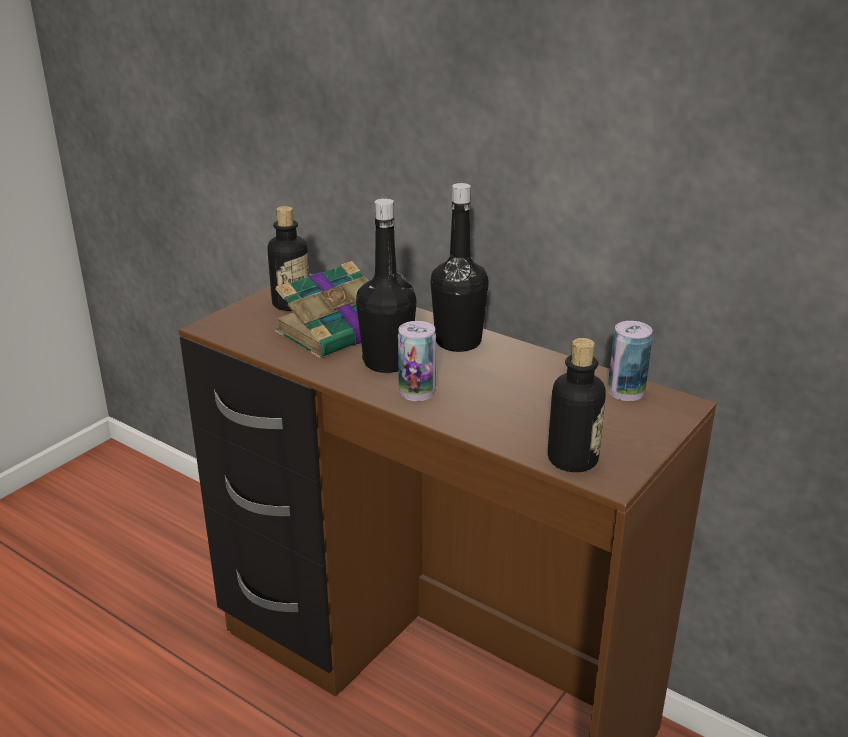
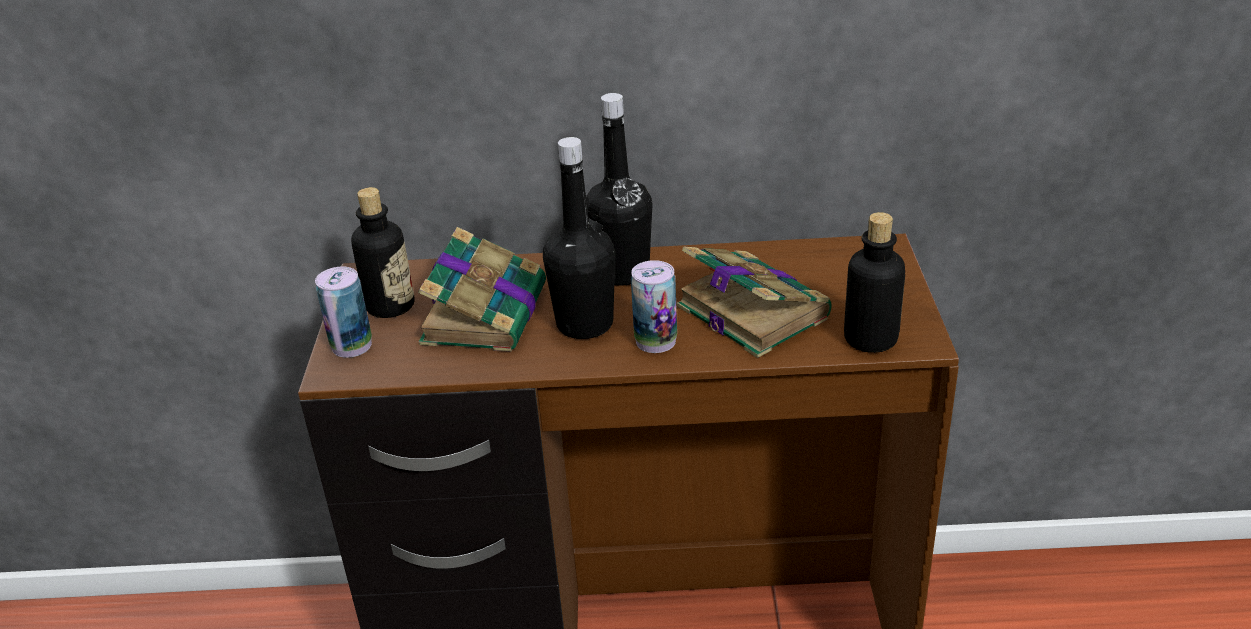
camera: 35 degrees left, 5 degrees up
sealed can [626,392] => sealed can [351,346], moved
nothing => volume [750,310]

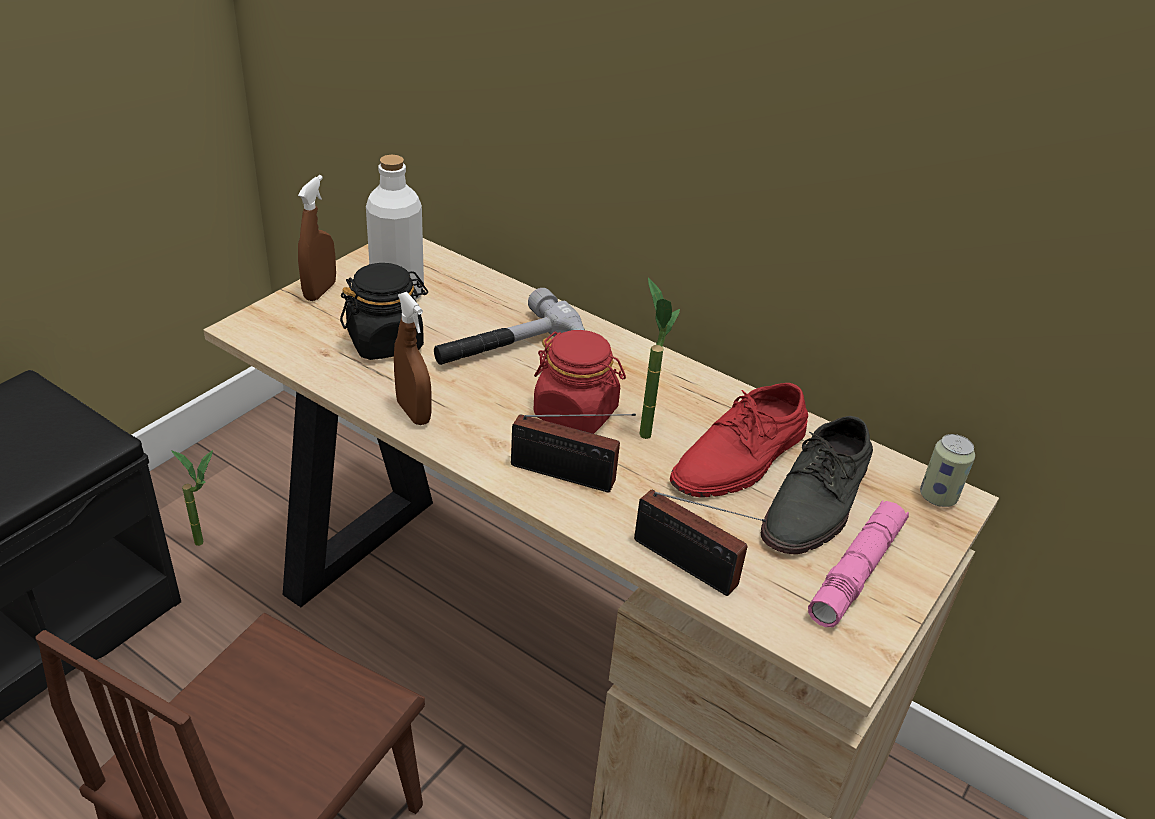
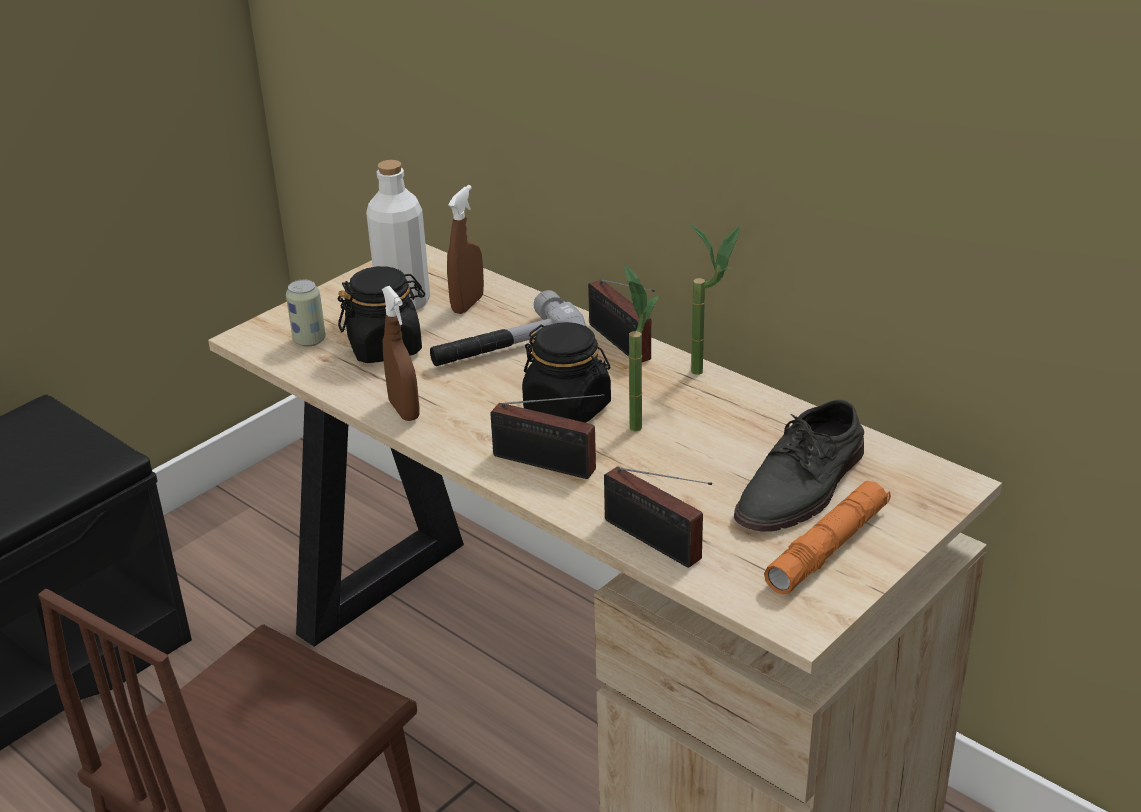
camera: 10 degrees right, 5 degrees down
houseplant [208,542] => houseplant [709,371], moved
brownish hand sprayer [320,291] => brownish hand sprayer [467,304], moved
red-coloured storage jar [576,413] => blackish storage jar [568,409]
red-coloured shoe [741,458] => nothing
pinkish flashlight [856,571] => orangey flashlight [828,547]
sealed can [937,497] => sealed can [309,340], moved
nothing => radio set [621,344]

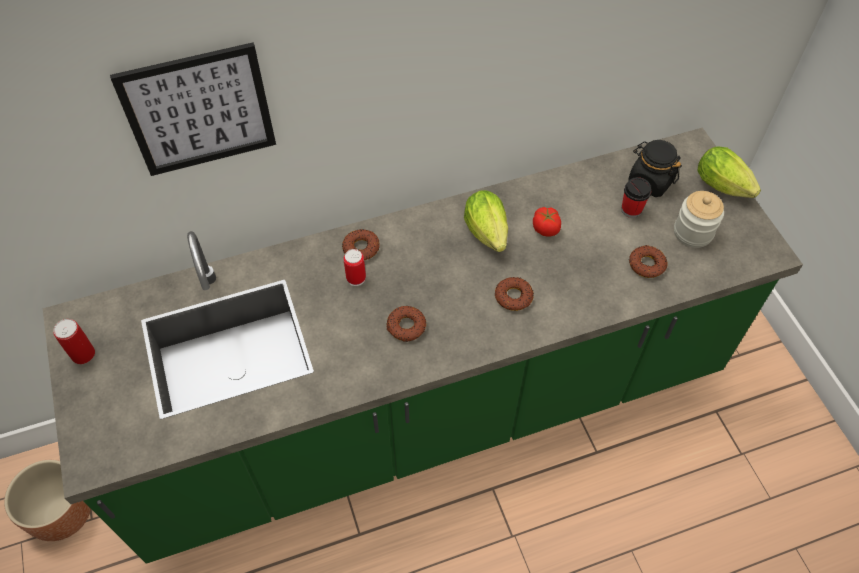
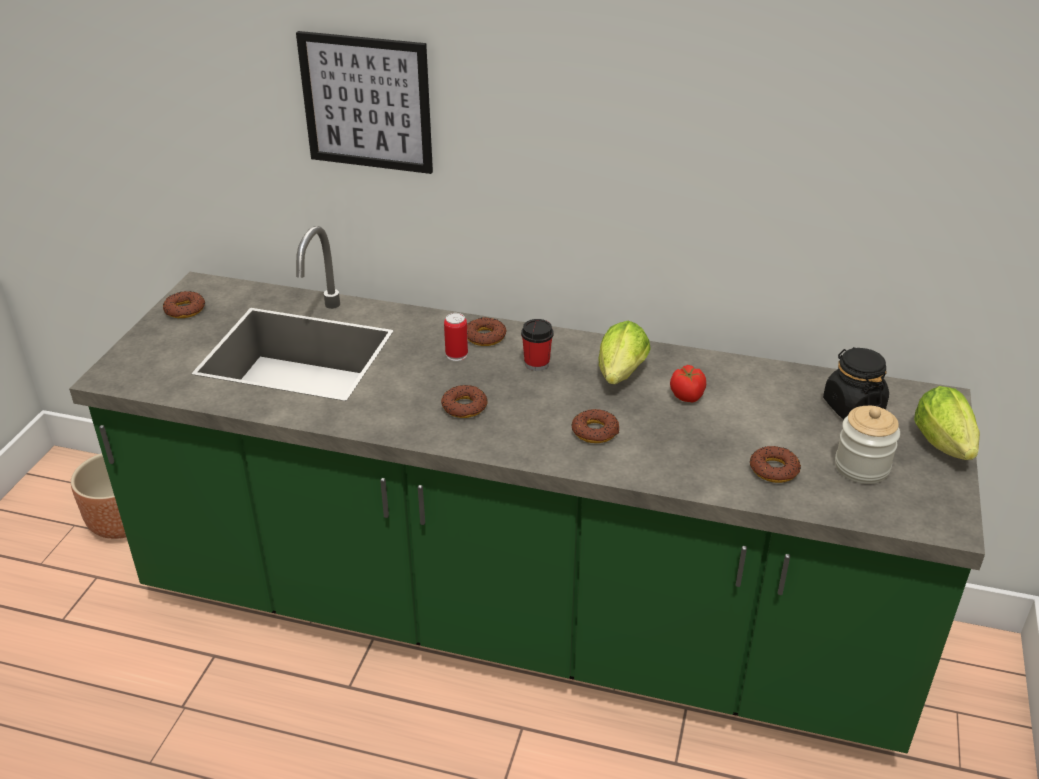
camera: 35 degrees right, 20 degrees down
sealed can [83,354] => doughnut [184,310]
drinking cup [631,210] => drinking cup [537,364], moved

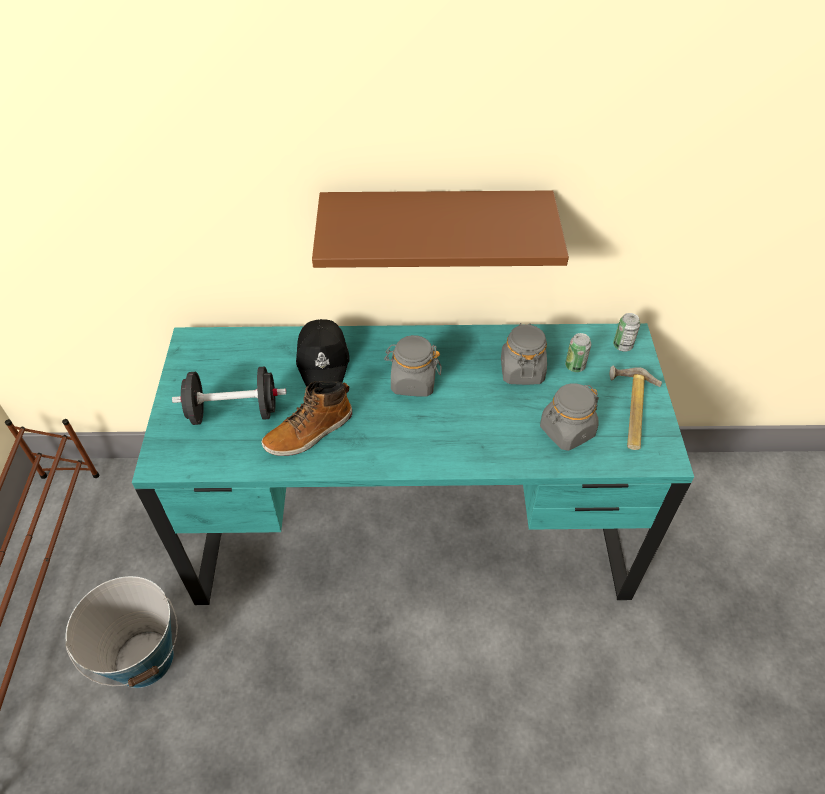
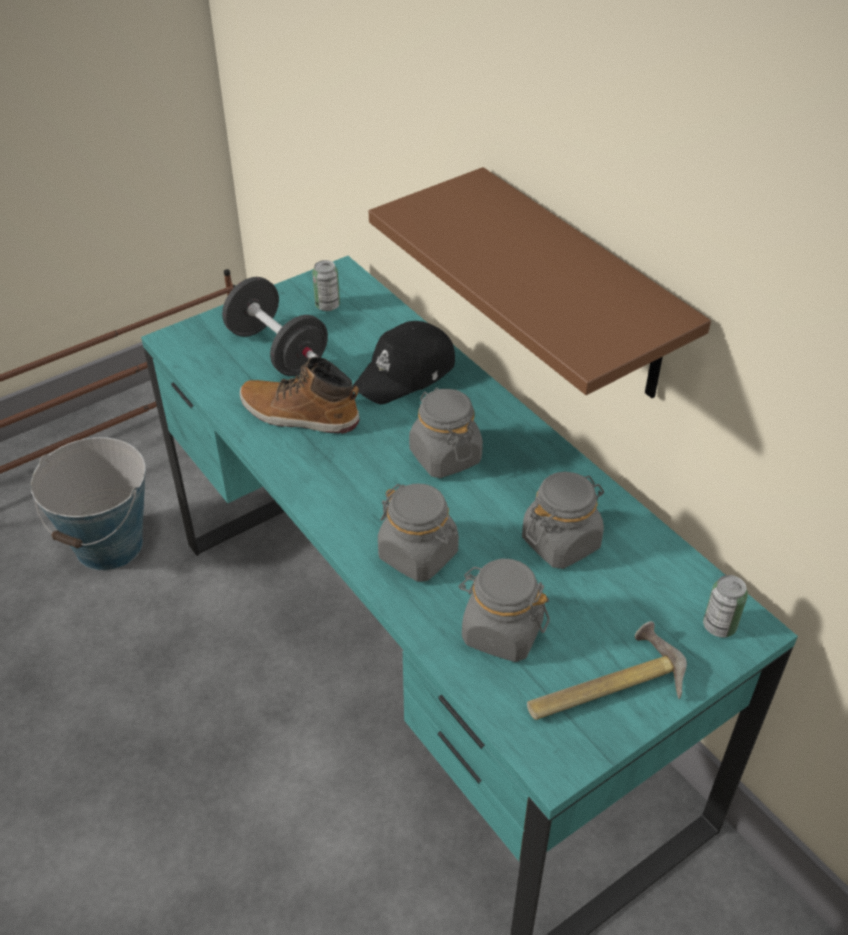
camera: 55 degrees right, 5 degrees down
sealed can [575,366] => sealed can [327,305], moved
nothing => grey storage jar [418,555]

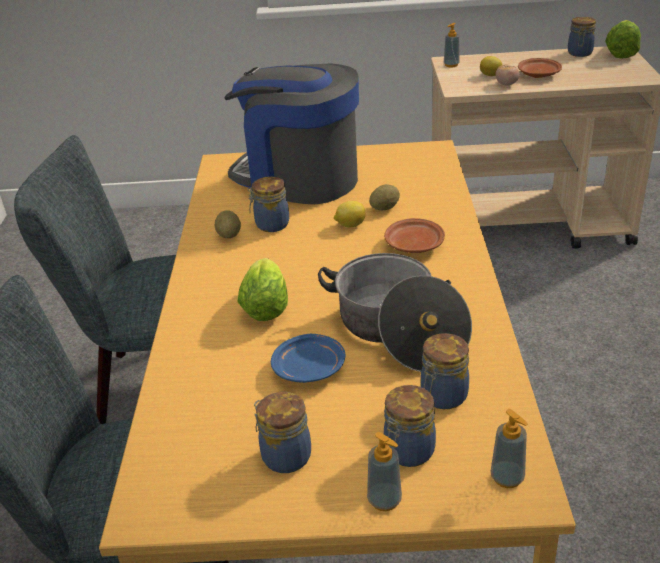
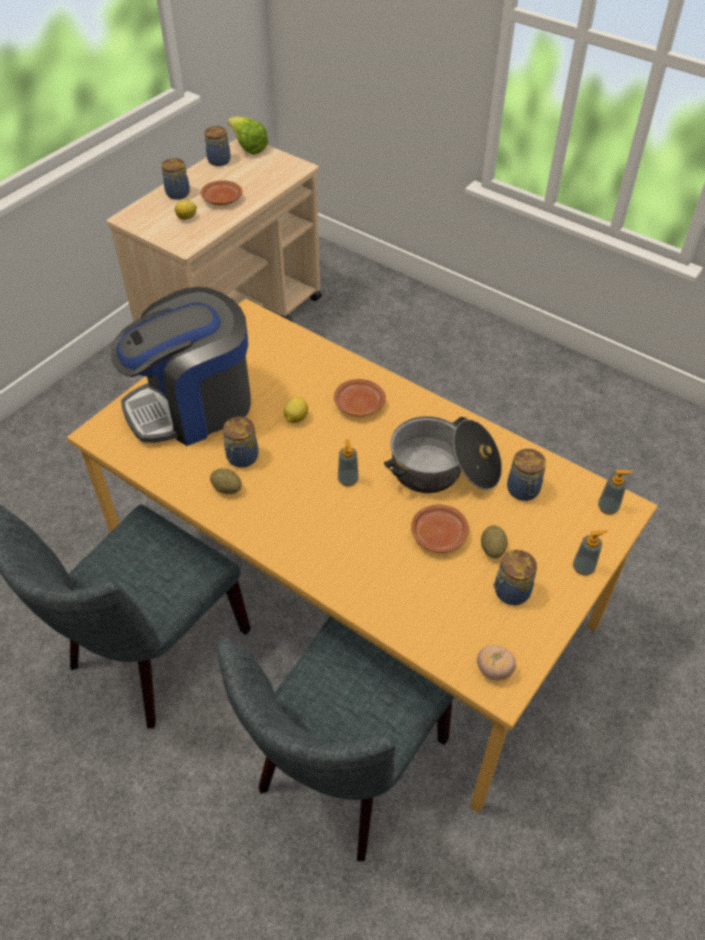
camera: 55 degrees left, 15 degrees up
lettuce [266,305] => nothing
blue dinner plate [310,368] => brownish dinner plate [439,534]
potato [384,208] => potato [492,549], moved
storage jar [408,452] => storage jar [178,194], moved
soap bottle [451,65] => soap bottle [348,480], moved
tomato [506,84] => tomato [494,670], moved

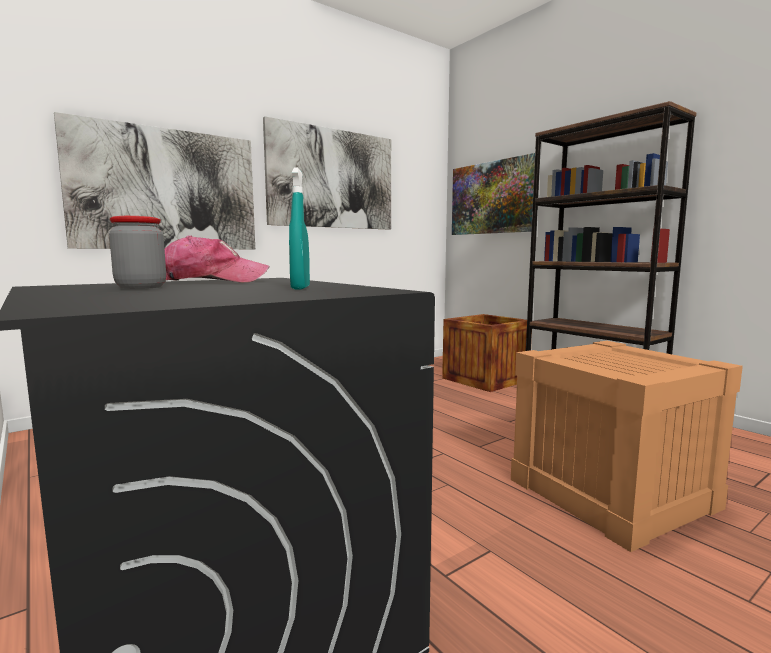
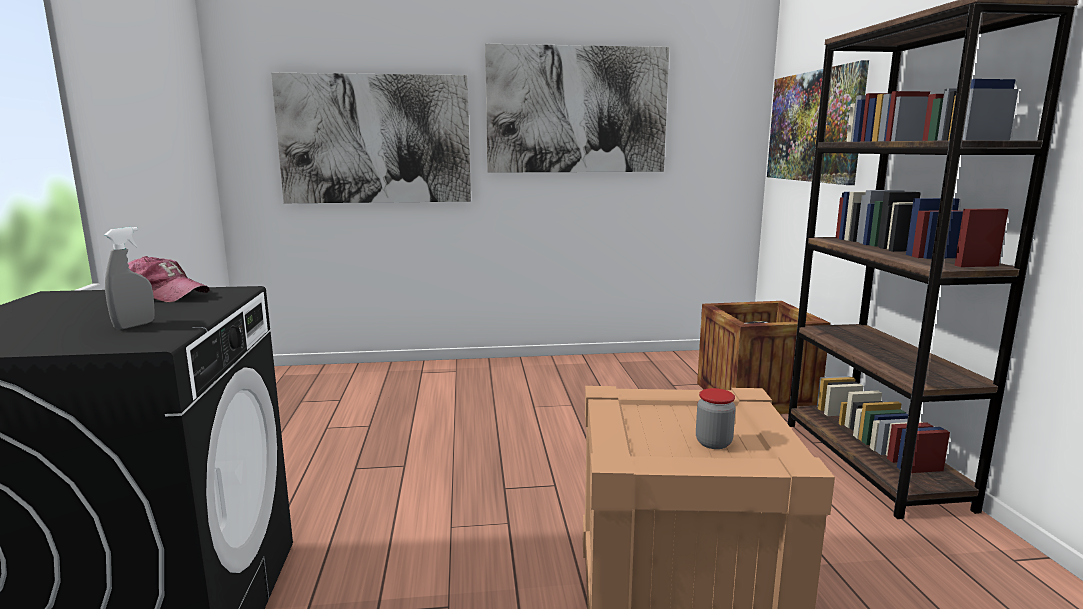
camera: 30 degrees right, 5 degrees up
storage jar [141,287] => storage jar [713,443], moved
turquoise-coloured hand sprayer [300,288] => grey hand sprayer [135,325]

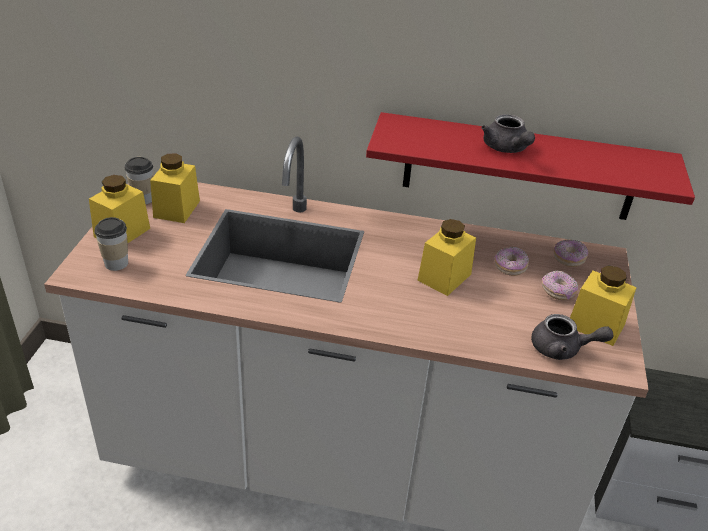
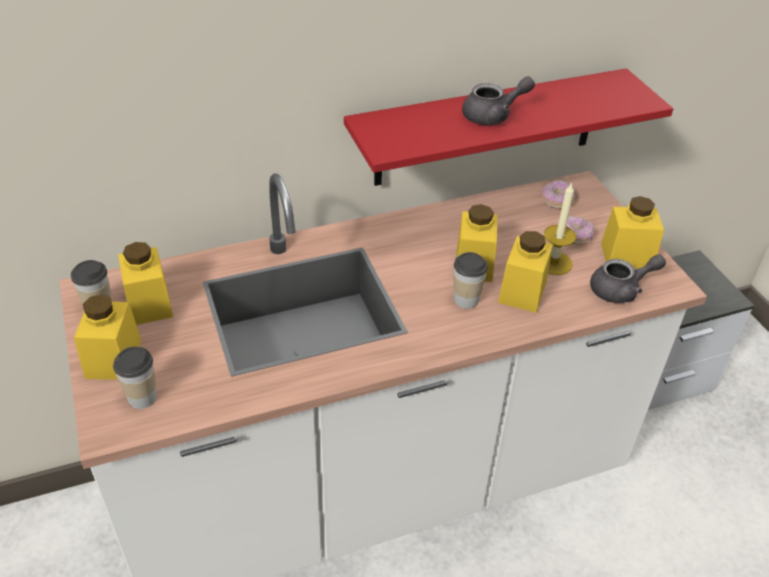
camera: 30 degrees left, 5 degrees up
grey teapot [506,149] => grey teapot [493,116], 60 degrees counterclockwise
doughnut [509,267] => nothing
nothing => drinking cup [466,299]
nothing => yellow storage jar [522,292]
nothing => candle [553,262]

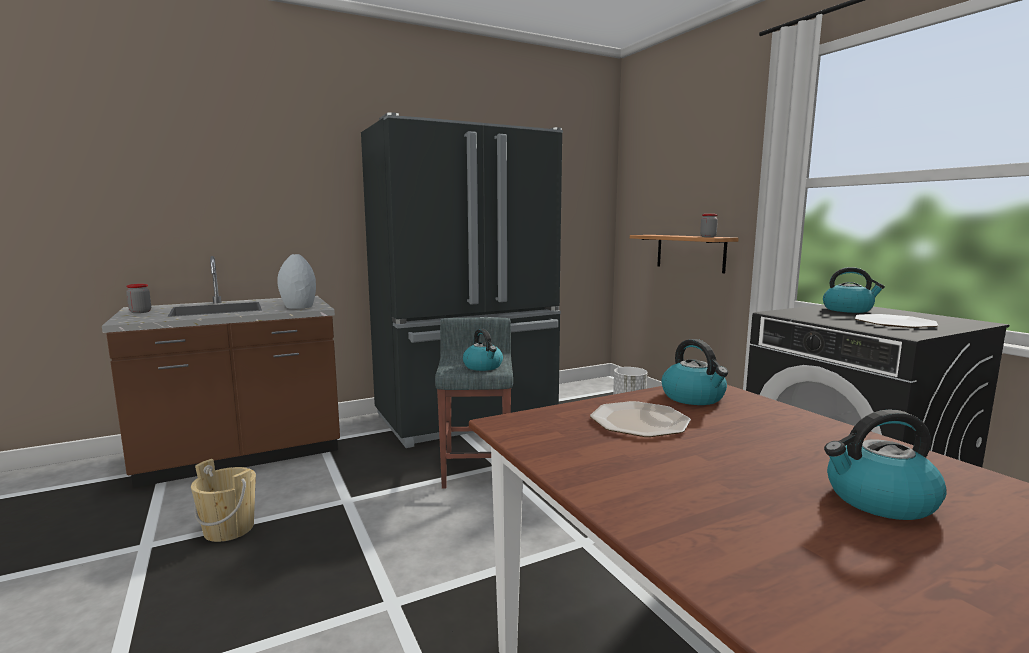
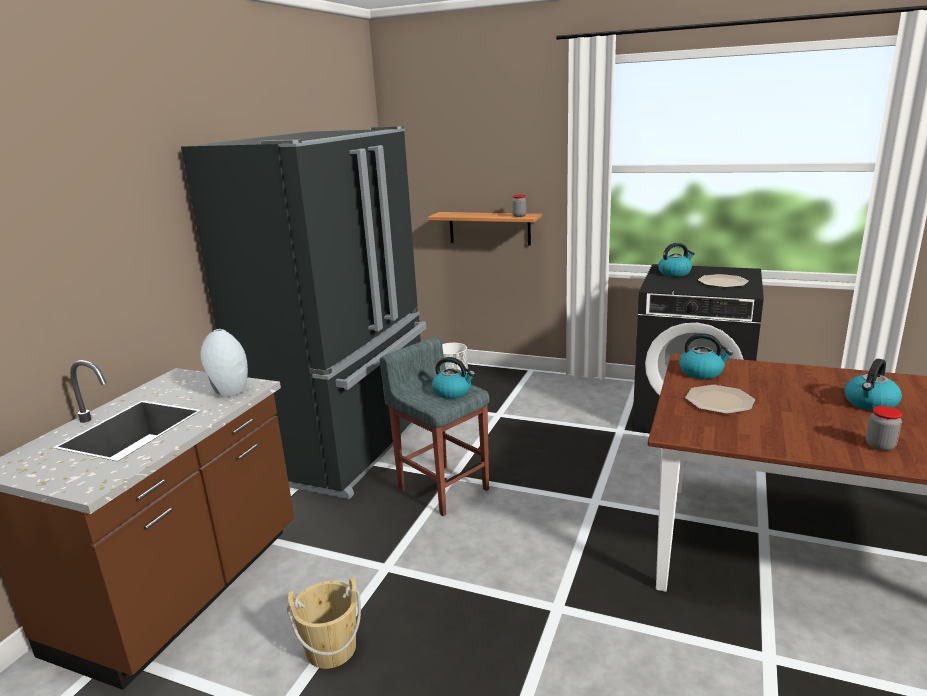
camera: 40 degrees left, 10 degrees up
storage jar [140,312] => storage jar [880,445], moved

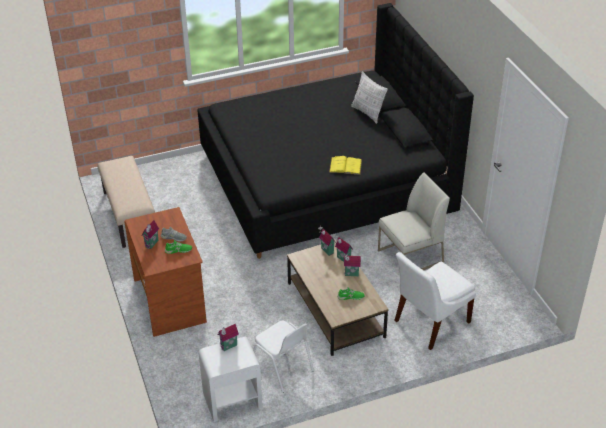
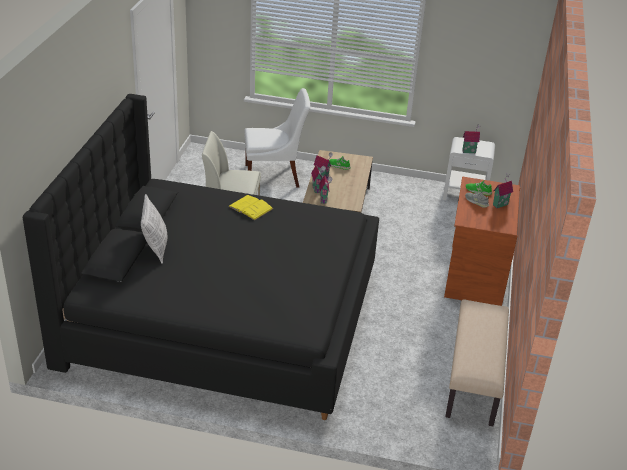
camera: 150 degrees left, 5 degrees down
white upright chair [282,368] => nothing

